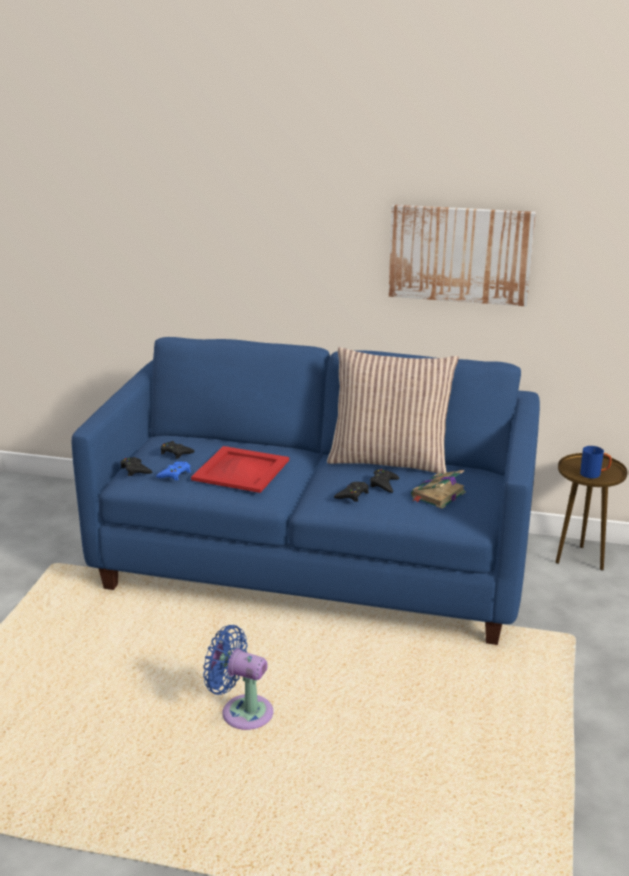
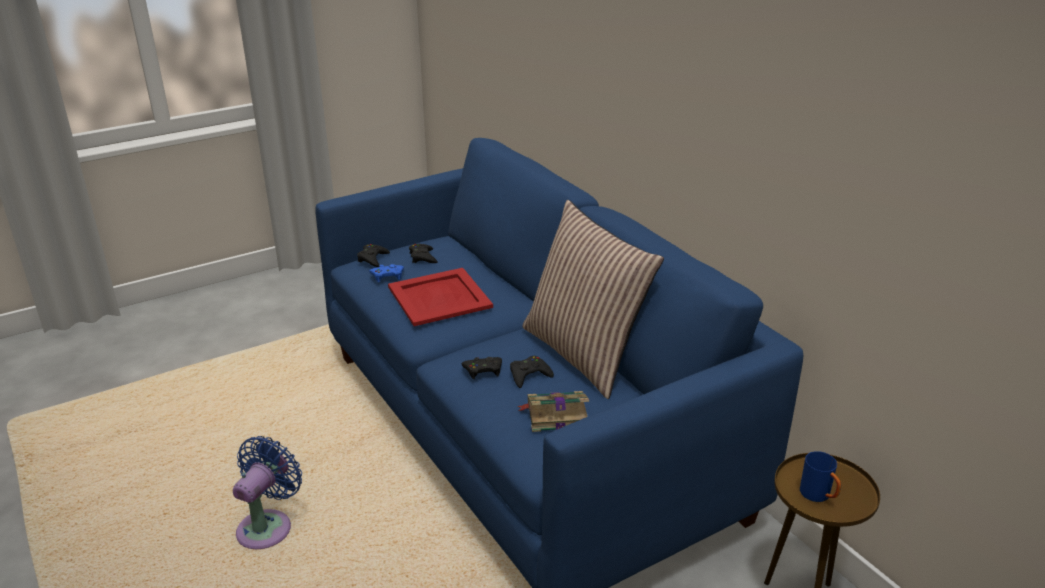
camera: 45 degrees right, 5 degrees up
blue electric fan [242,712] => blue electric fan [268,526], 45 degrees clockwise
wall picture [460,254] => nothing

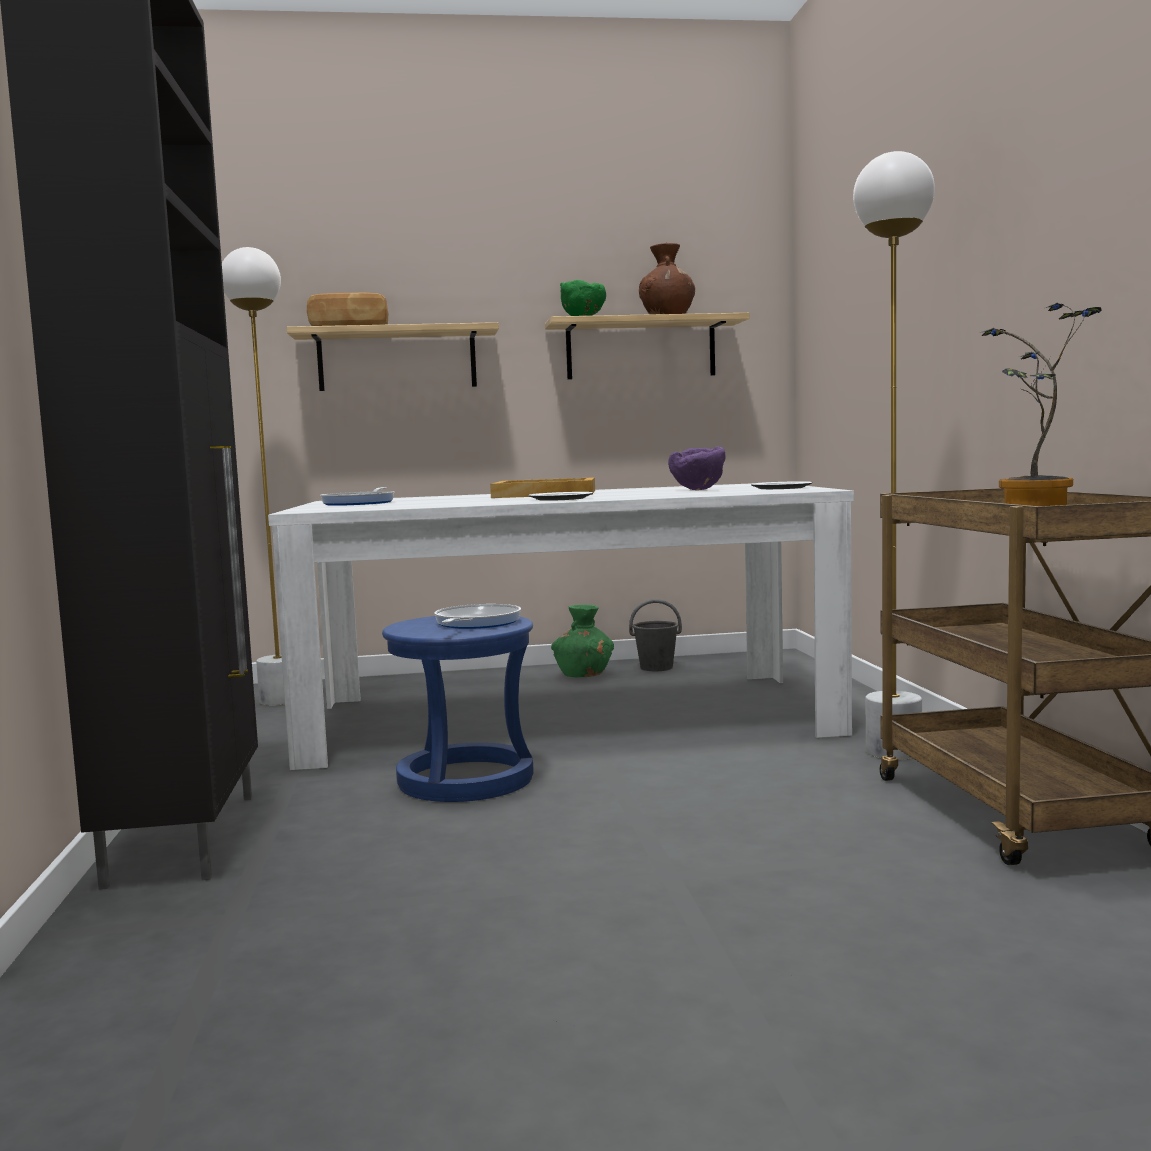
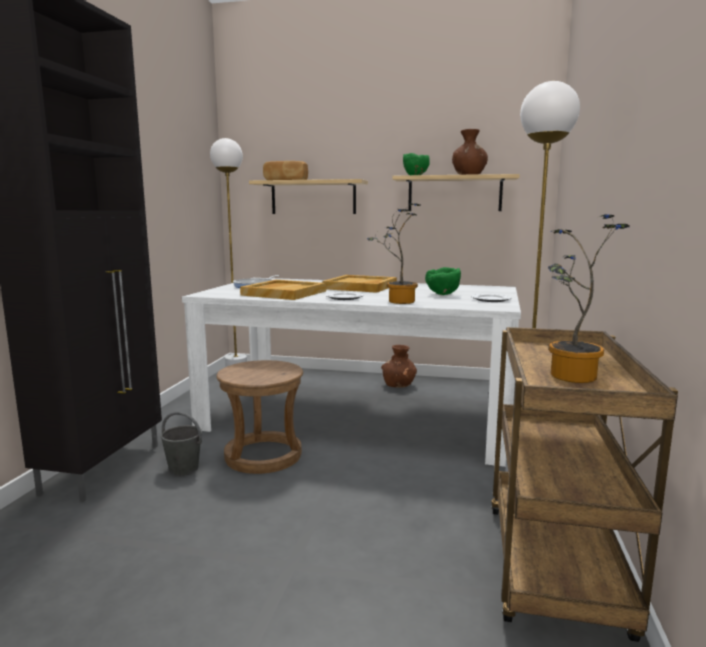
camera: 20 degrees right, 5 degrees up
blue stool seat [465,779] => brownish stool seat [263,456]
pan [475,623] => nothing
green-coloured vase [584,675] => brownish vase [399,385]
grey bucket [655,668] => grey bucket [183,468], moved
purple deep dish [698,490] => green-coloured deep dish [443,294]
nothing => sand-coloured serving tray [284,293]
nothing => houseplant [397,301]

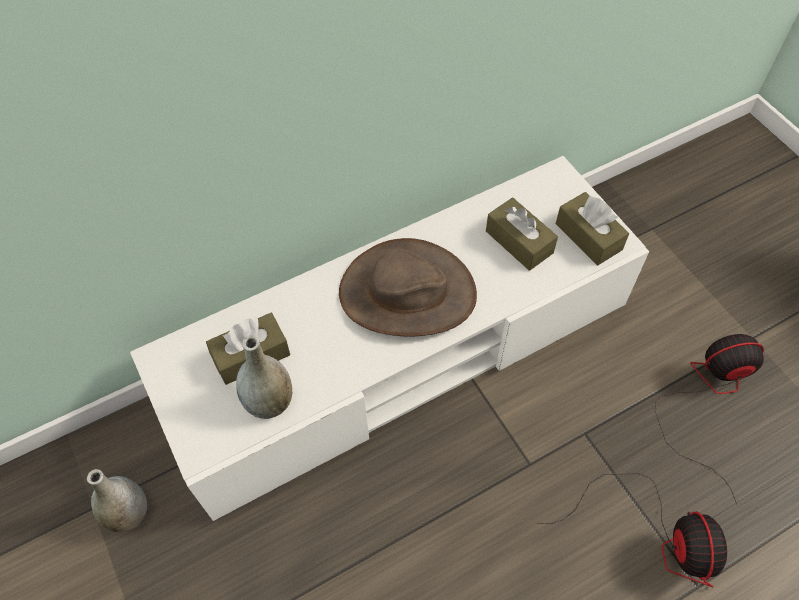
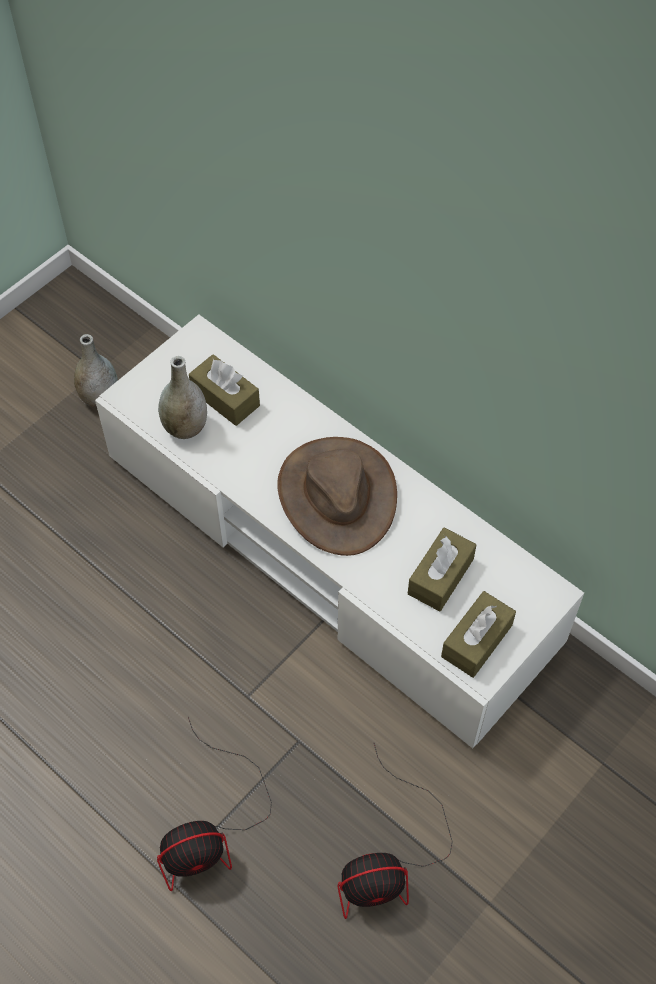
camera: 70 degrees right, 0 degrees up
electric fan [708,397] => electric fan [388,862], 105 degrees clockwise

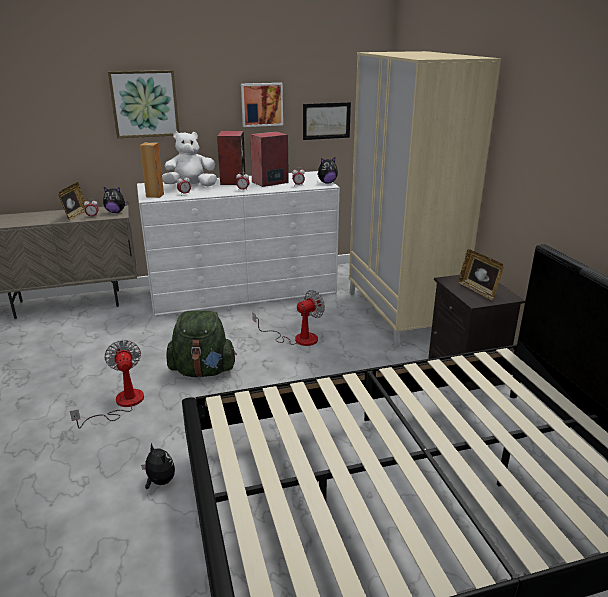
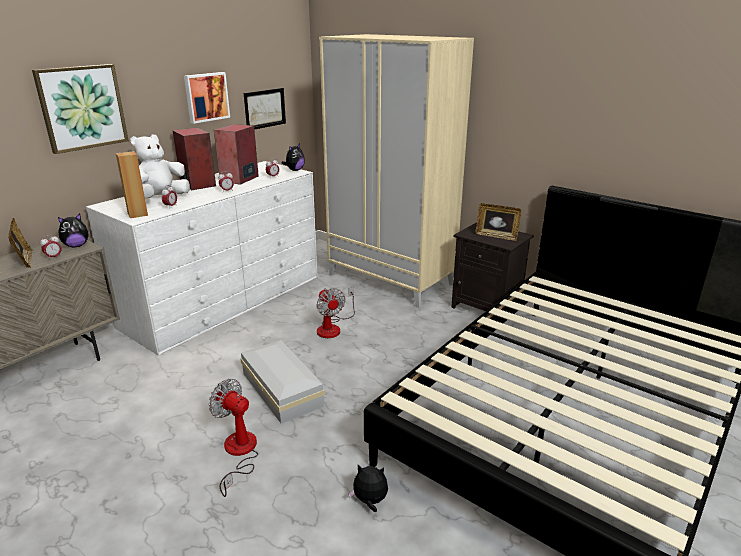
camera: 35 degrees left, 0 degrees up
green-coloured backpack [203,371] => white storage bin [282,388]
electric fan [297,338] => electric fan [333,327], 135 degrees clockwise

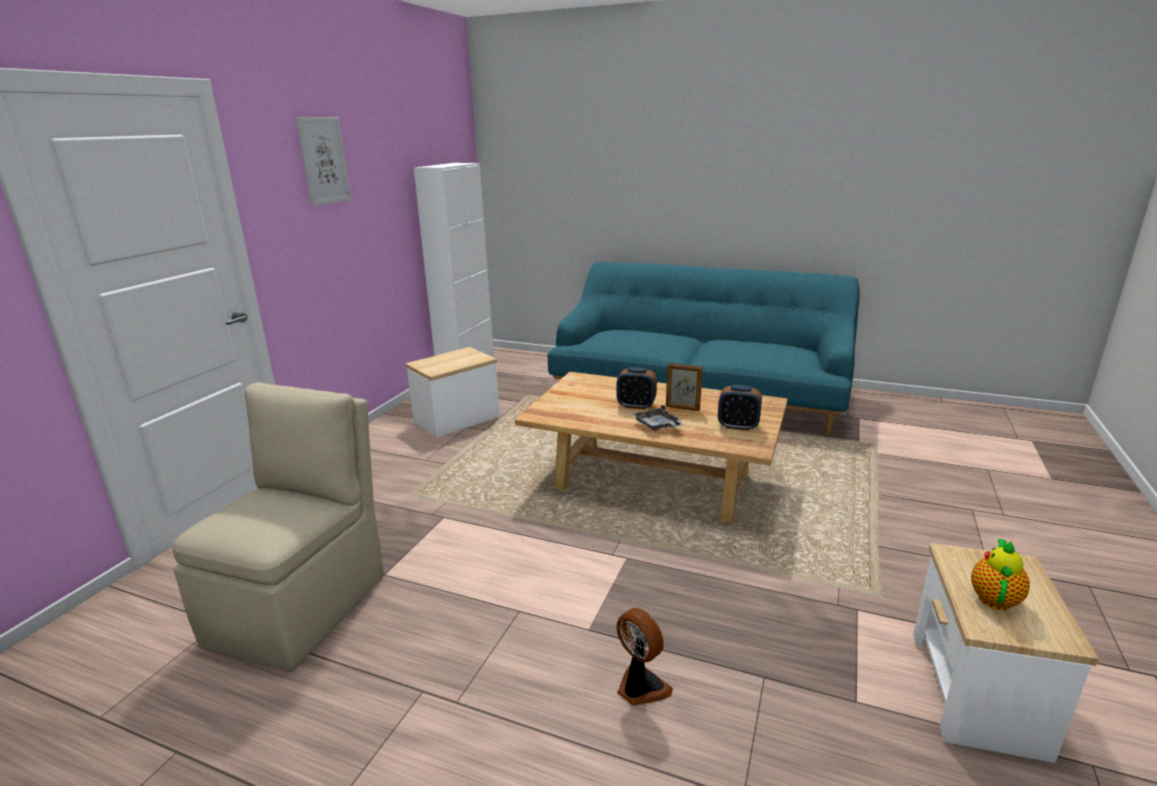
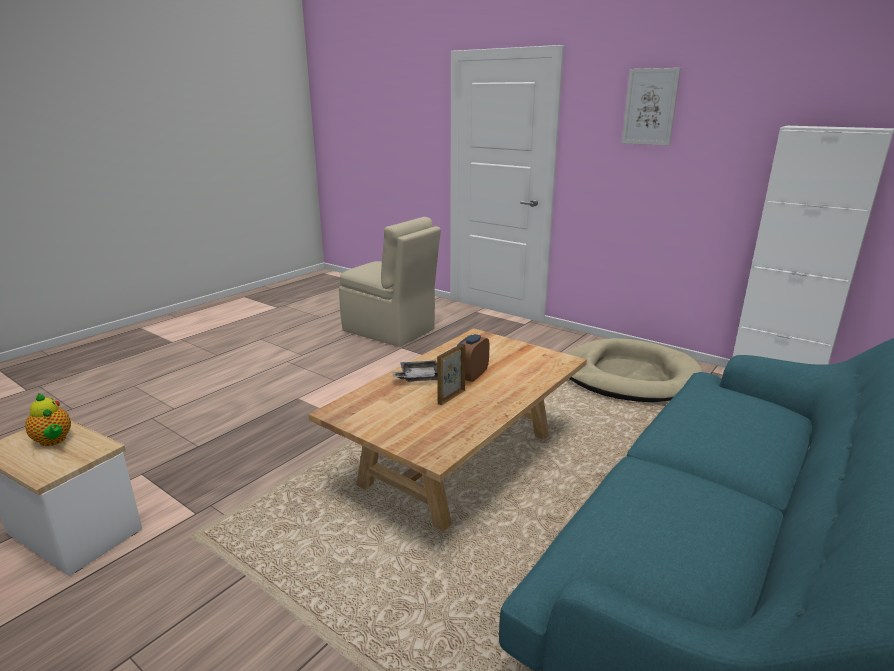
camera: 105 degrees right, 0 degrees up
accent table [456,420] => sand-coloured pet bed [629,376]
electric fan [640,688] => nothing
table clock [738,426] => nothing

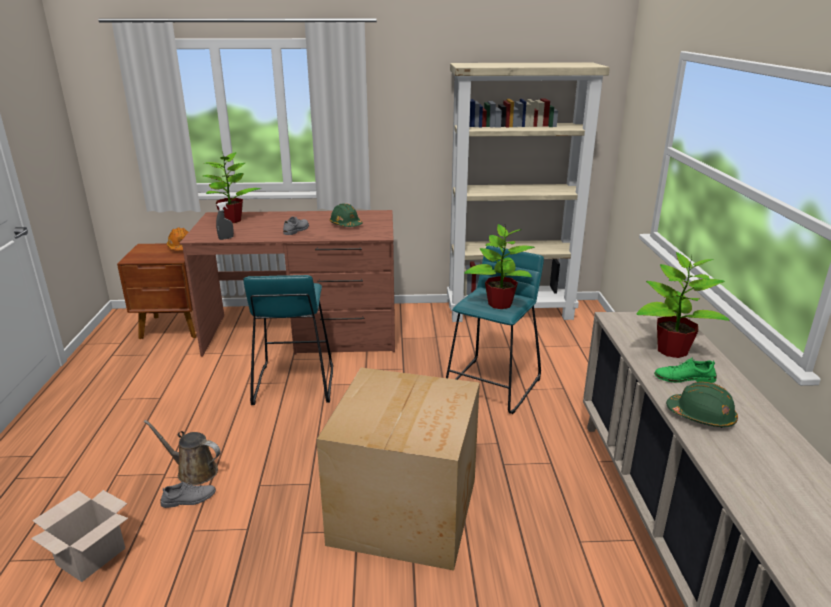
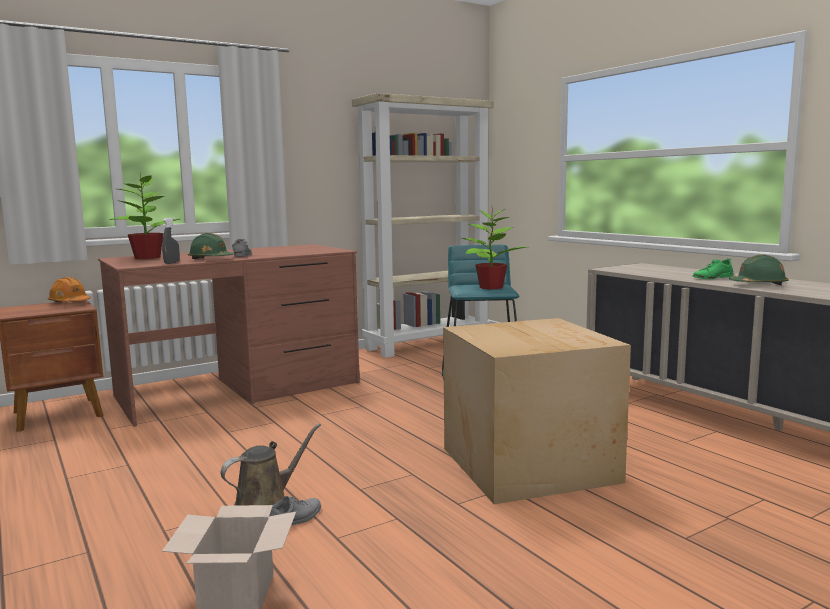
camera: 30 degrees left, 15 degrees down
brownish watering can [193,471] => brownish watering can [266,501], 150 degrees clockwise
turquoise-coloured stool seat [293,384] => nothing
green-coloured safety helmet [346,225] => green-coloured safety helmet [210,259], moved
houseplant [671,350] => nothing

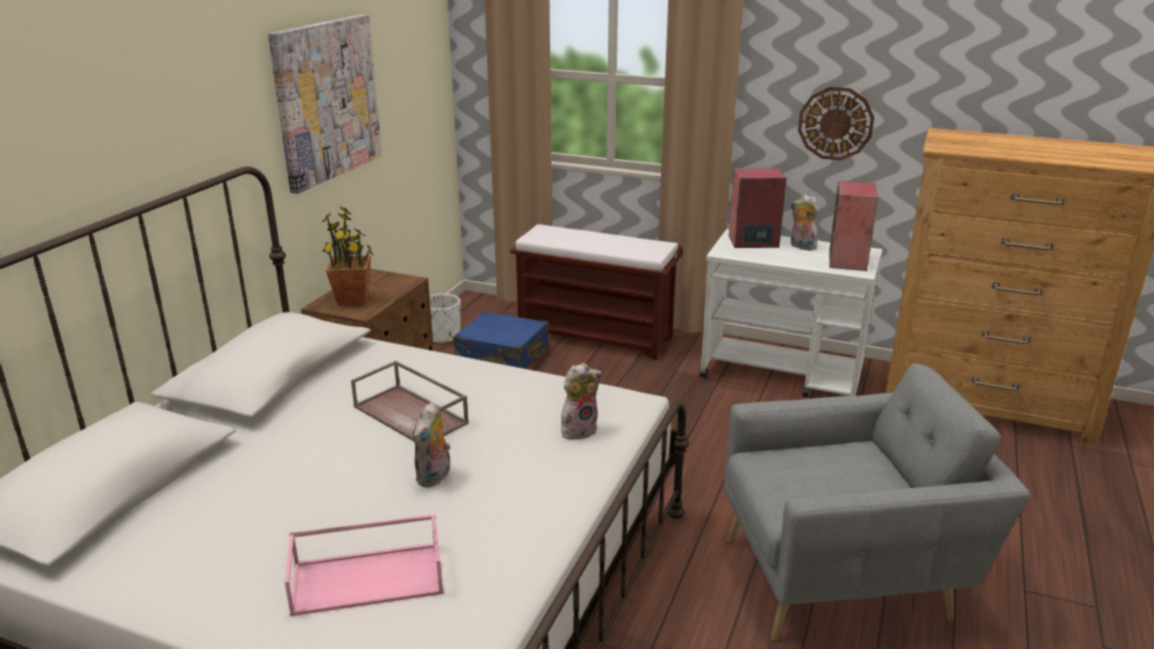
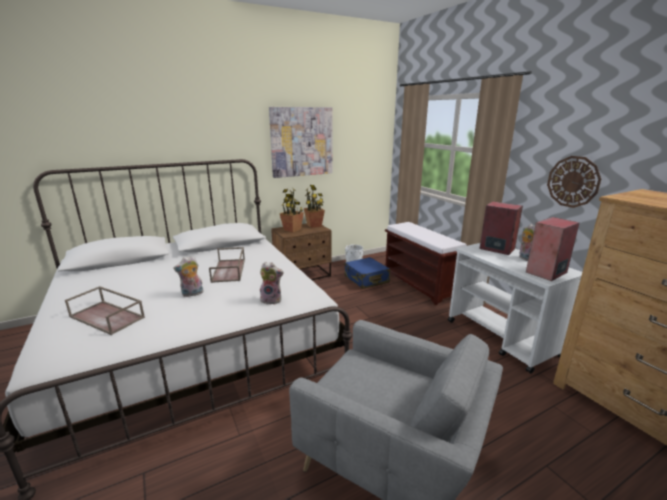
camera: 40 degrees right, 5 degrees down
pinkish serving tray [369,577] => brownish serving tray [108,317]
nothing => houseplant [314,225]

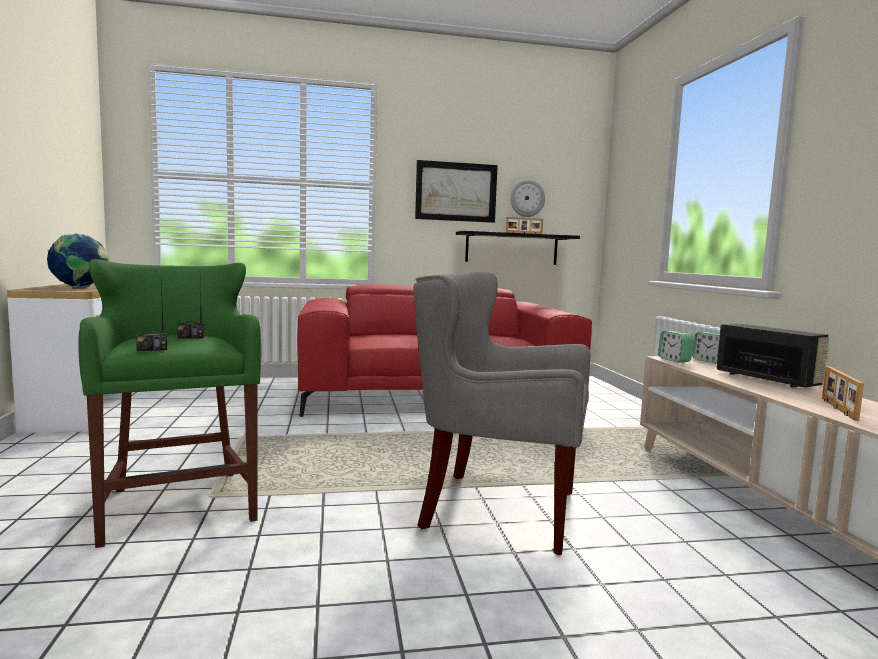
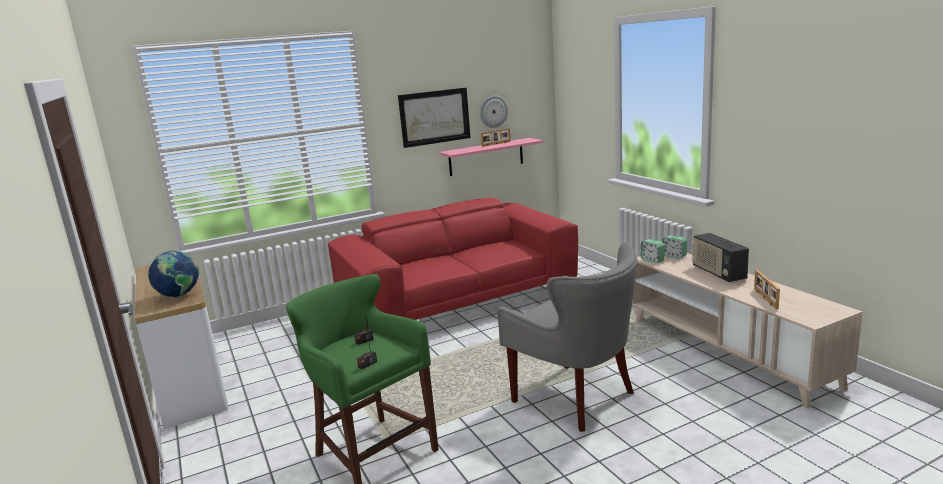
camera: 15 degrees left, 10 degrees up
grey easy chair [496,508] => grey easy chair [575,399], 135 degrees counterclockwise
blackish shelf [511,248] => pinkish shelf [486,157]
radio set [767,379] => radio set [717,273], 150 degrees counterclockwise

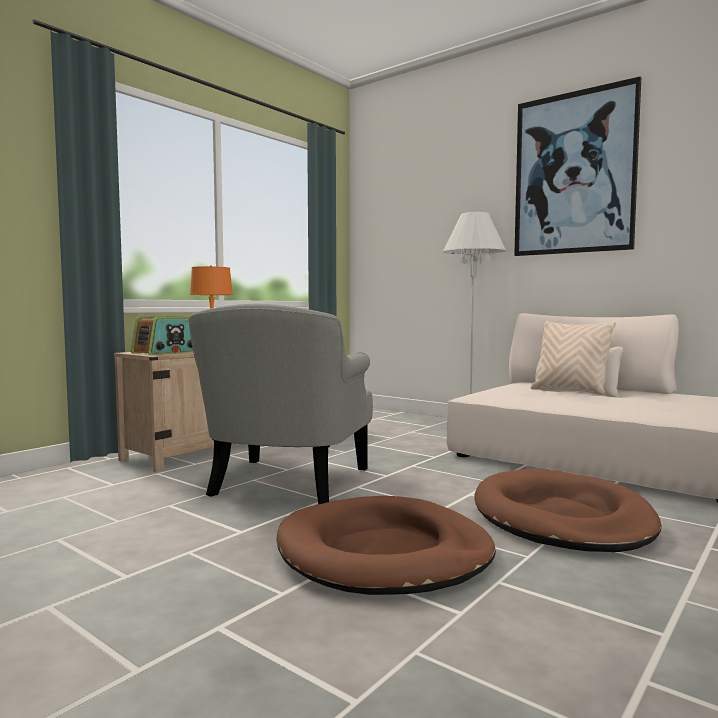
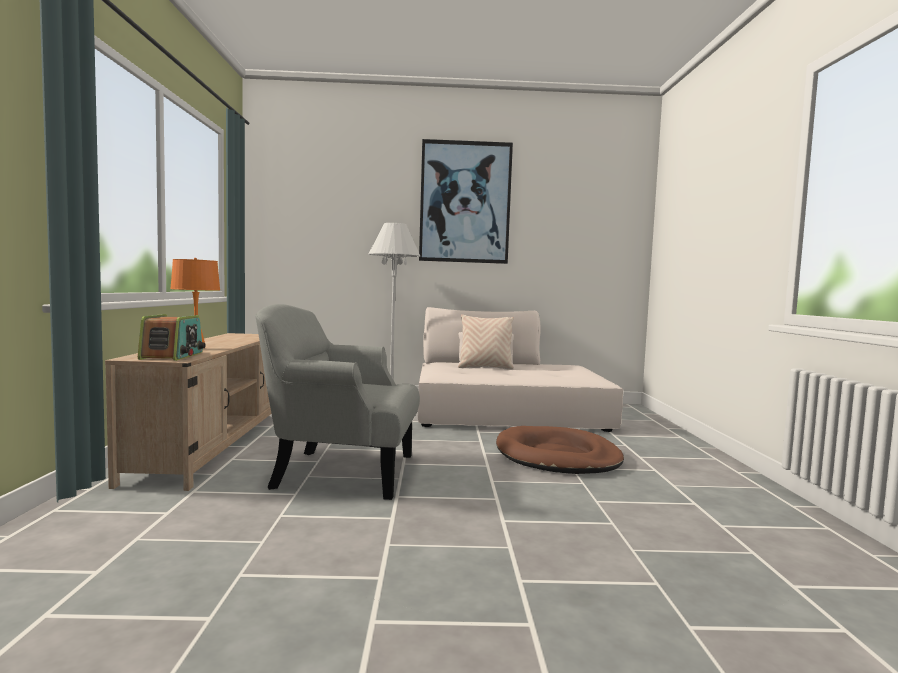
camera: 40 degrees left, 0 degrees up
grey easy chair [287,482] => grey easy chair [341,471], 120 degrees clockwise
brownish pet bed [384,553] => nothing

